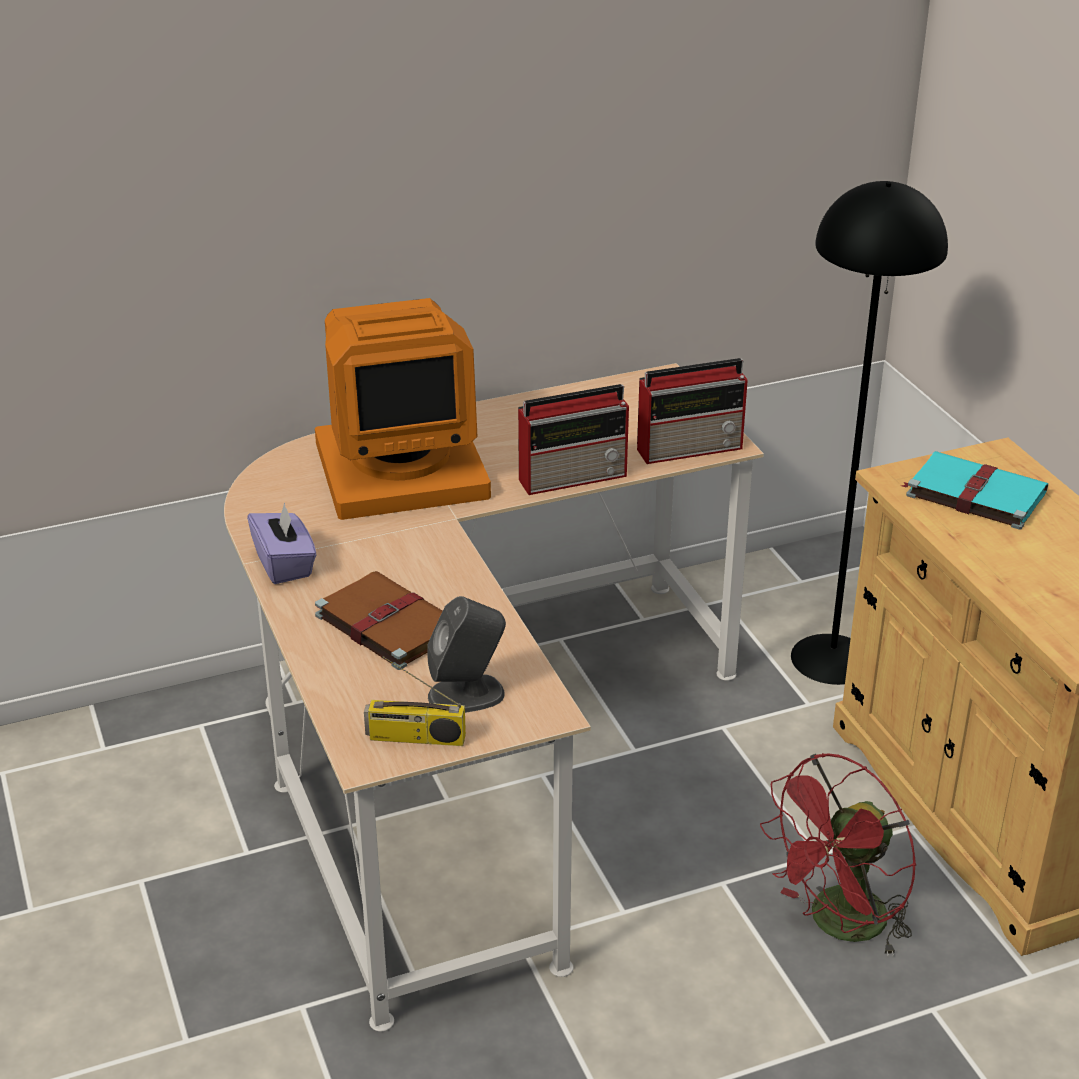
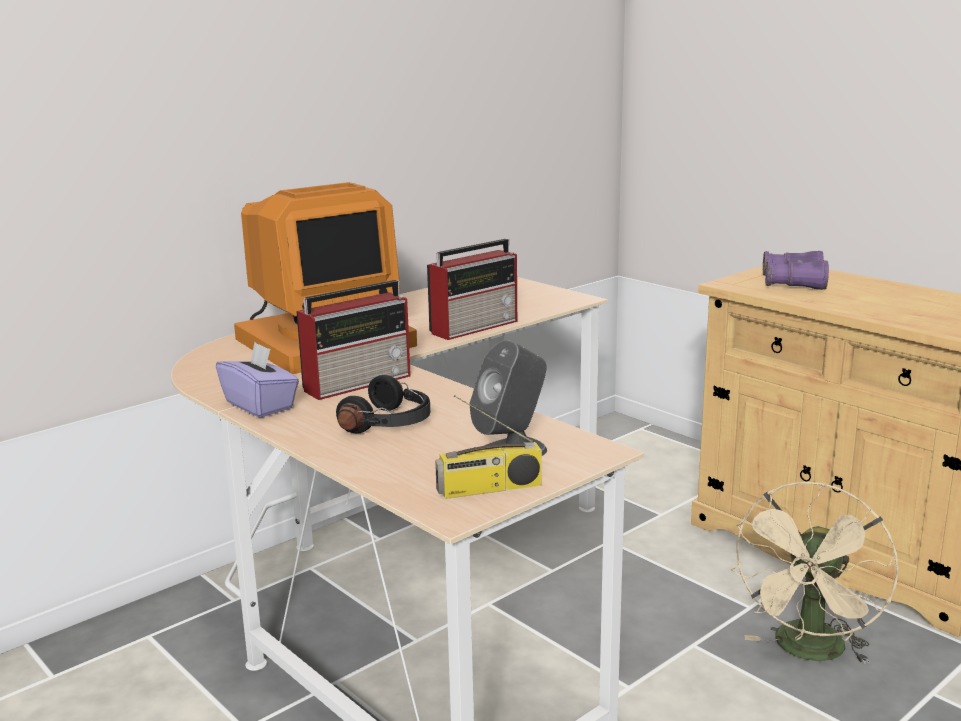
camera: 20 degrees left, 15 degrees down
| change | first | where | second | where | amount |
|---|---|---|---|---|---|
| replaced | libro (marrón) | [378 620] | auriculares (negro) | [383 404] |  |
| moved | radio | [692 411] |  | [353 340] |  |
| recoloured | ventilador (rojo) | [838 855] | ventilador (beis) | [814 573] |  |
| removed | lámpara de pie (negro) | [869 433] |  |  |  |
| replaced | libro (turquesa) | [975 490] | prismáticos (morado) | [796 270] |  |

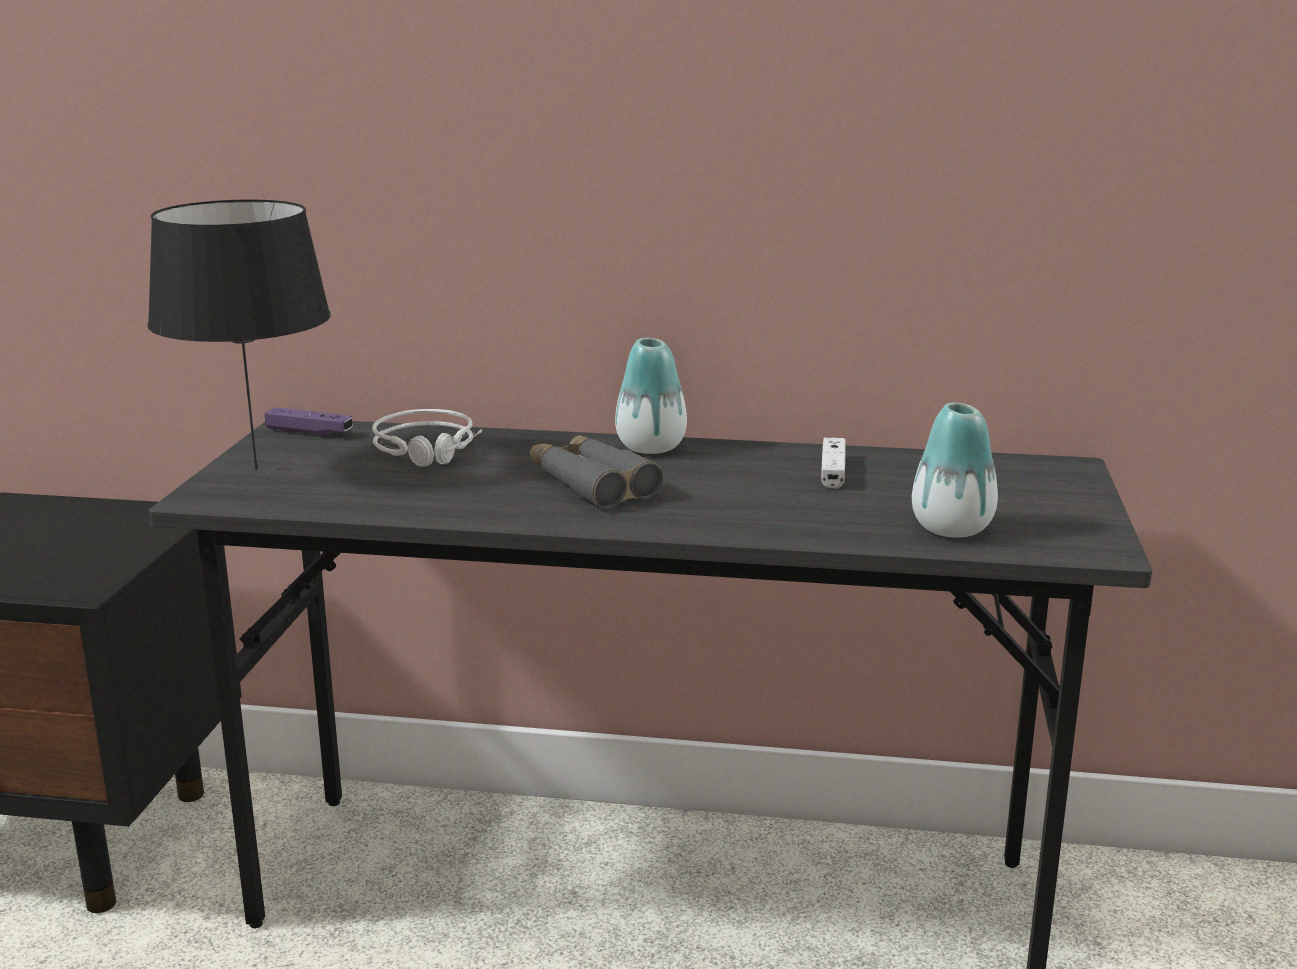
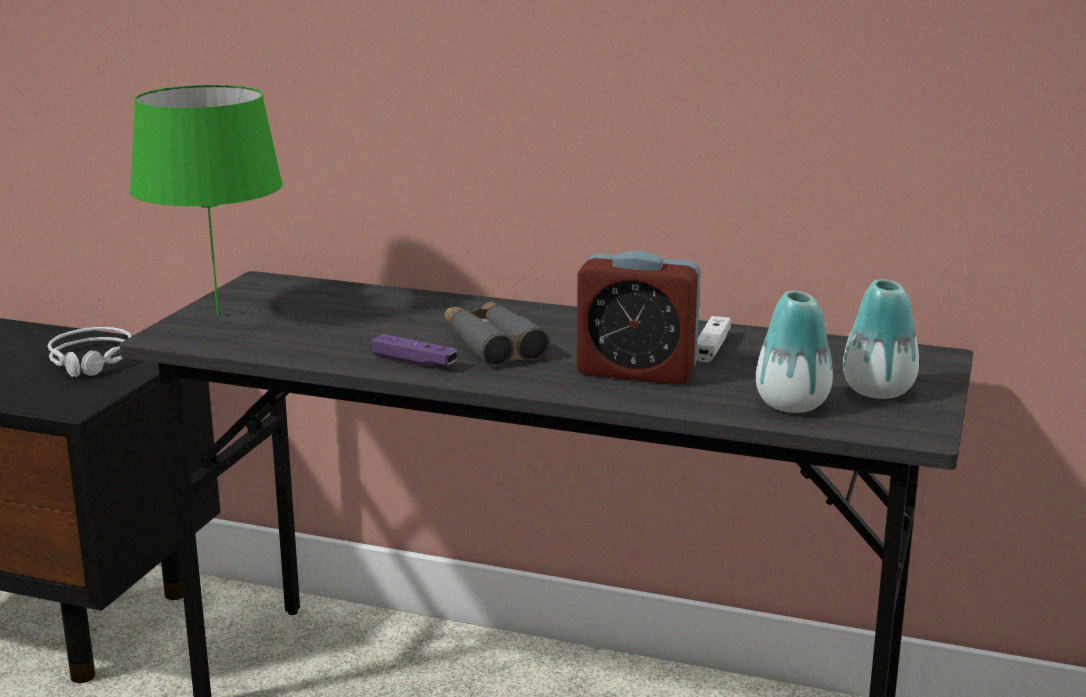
camera: 10 degrees right, 0 degrees up
| change | first | where | second | where | amount |
|---|---|---|---|---|---|
| recoloured | lámpara de mesa (negro) | [239 335] | lámpara de mesa (verde) | [206 200] |  |
| moved | mando de consola (morado) | [309 421] |  | [414 350] |  |
| moved | auriculares (gris) | [427 438] |  | [90 352] |  |
| moved | florero | [651 396] |  | [881 339] |  |
| added |  |  | despertador | [639 318] |  |

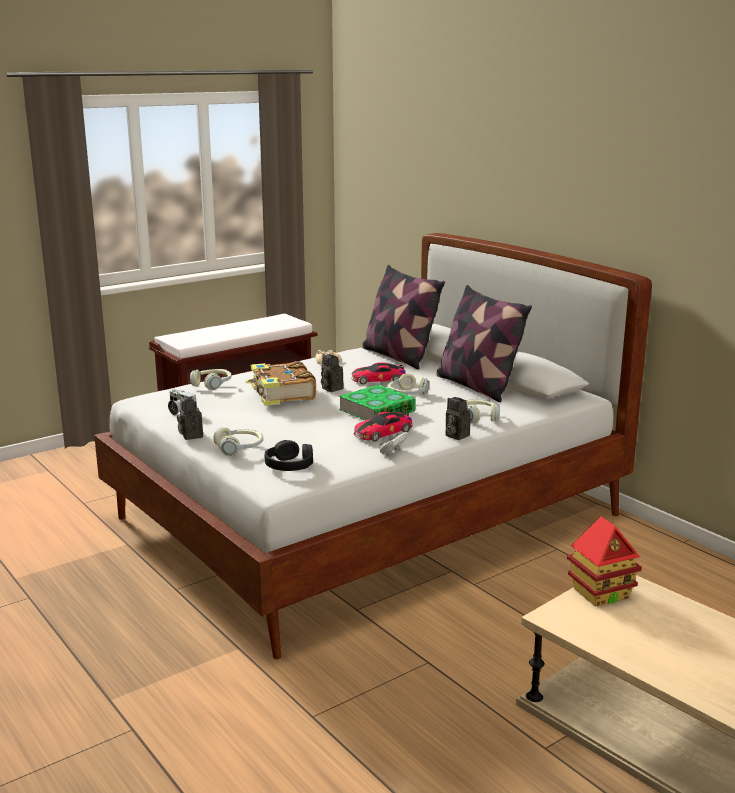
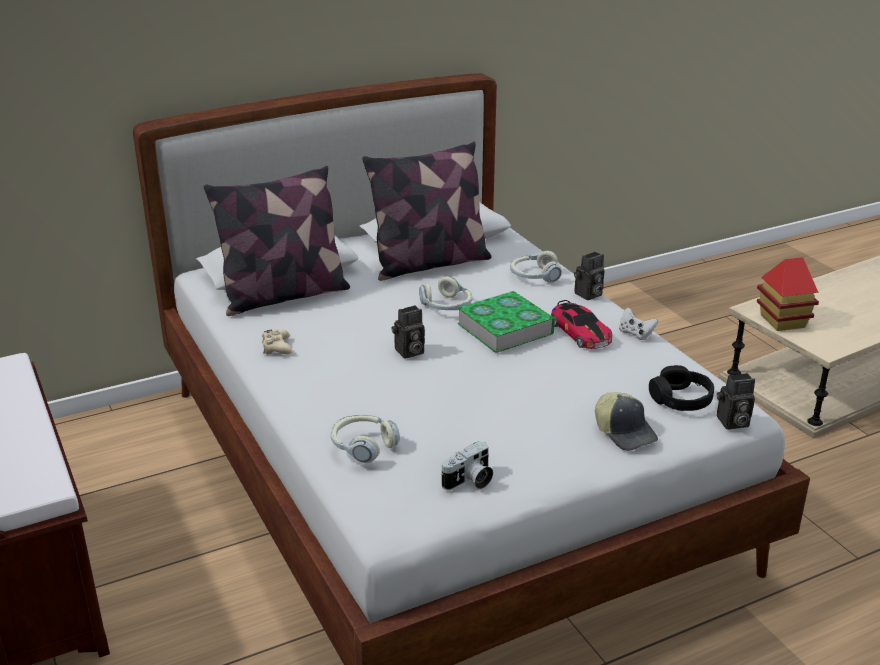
camera: 80 degrees left, 10 degrees up
| change | first | where | second | where | amount |
|---|---|---|---|---|---|
| moved | cámara | [190 418] |  | [736 401] |  |
| replaced | auriculares | [238 441] | gorra | [626 421] |  |
| removed | libro | [280 383] |  |  |  |
| removed | coche de juguete | [378 373] |  |  |  |

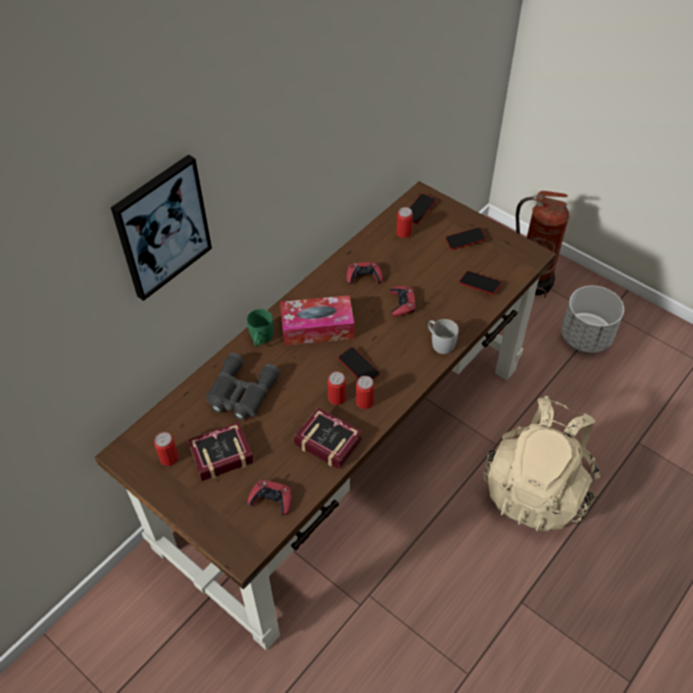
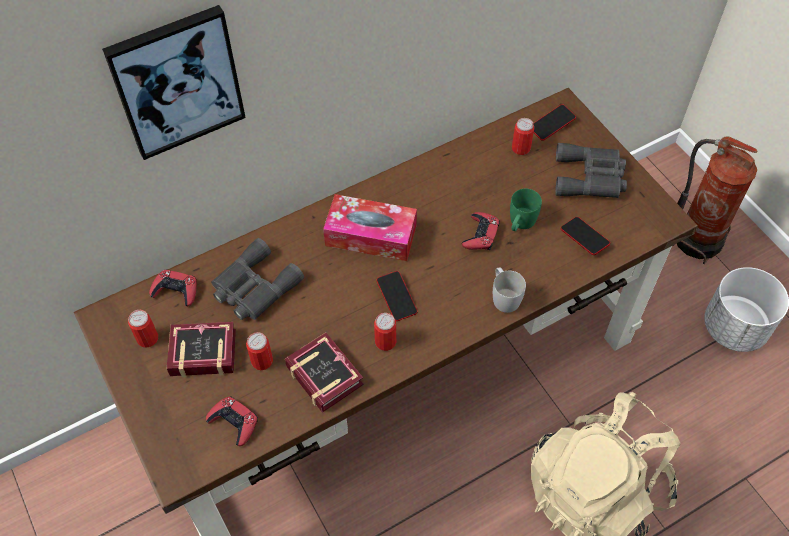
camera: 20 degrees right, 5 degrees up
| change | first | where | second | where | amount |
|---|---|---|---|---|---|
| moved | taza grande (verde) | [260 328] |  | [526 209] |  |
| moved | lata | [337 388] |  | [259 351] |  |
| moved | mando de consola (rojo) | [365 273] |  | [173 288] |  |
| replaced | móvil | [466 238] | prismáticos (gris) | [591 170] |  |

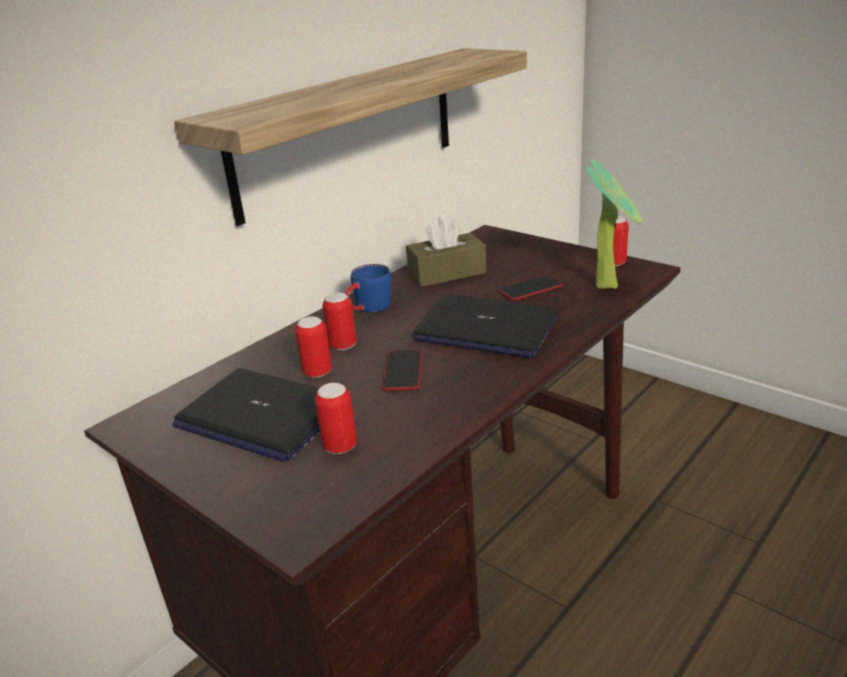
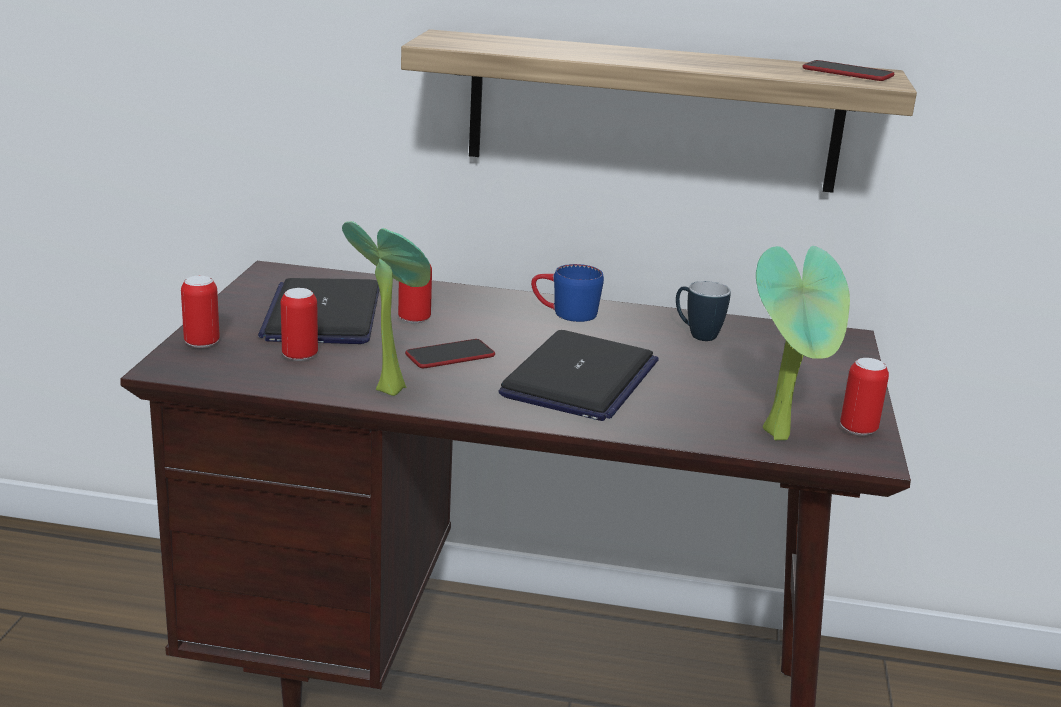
camera: 55 degrees right, 5 degrees down
| change | first | where | second | where | amount |
|---|---|---|---|---|---|
| moved | lata | [339 321] |  | [200 312] |  |
| replaced | caja de pañuelos (marrón) | [446 251] | taza grande | [703 311] |  |
| turned | portátil | [485 326] |  | [579 375] | 150 degrees counterclockwise |
| moved | móvil | [530 288] |  | [848 70] |  |
| added |  |  | planta en maceta | [386 308] |  |

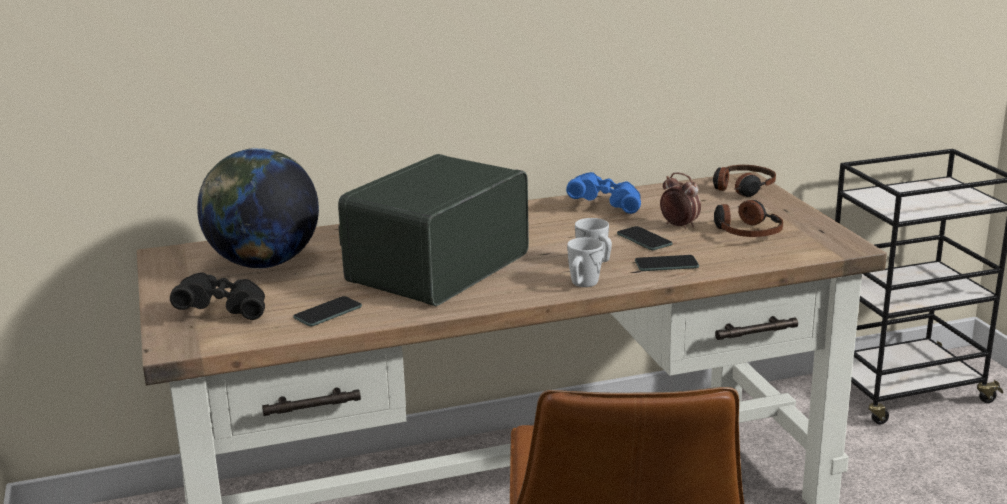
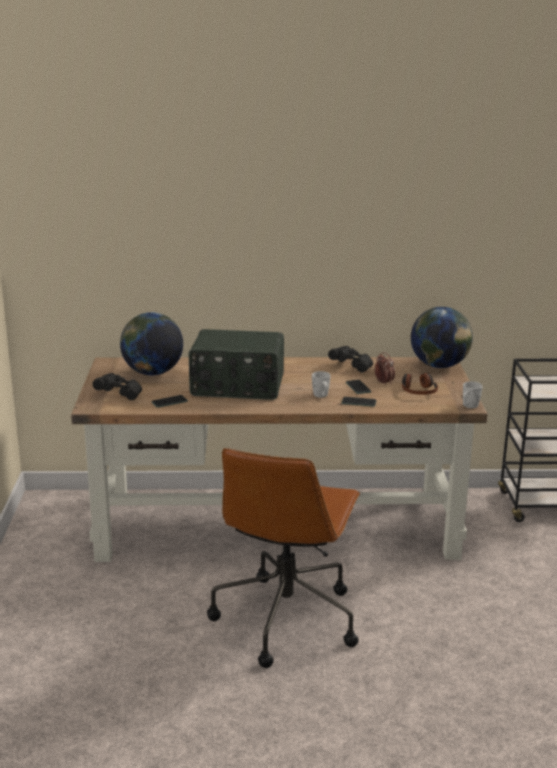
camera: 15 degrees right, 0 degrees up
| change | first | where | second | where | amount |
|---|---|---|---|---|---|
| turned | radio | [433 230] |  | [236 364] | 135 degrees counterclockwise |
| recoloured | prismáticos (azul) | [603 193] | prismáticos (negro) | [350 359] |  |
| moved | taza grande (blanco) | [585 262] |  | [473 394] |  |
| replaced | auriculares | [744 181] | globo terráqueo | [442 337] |  |

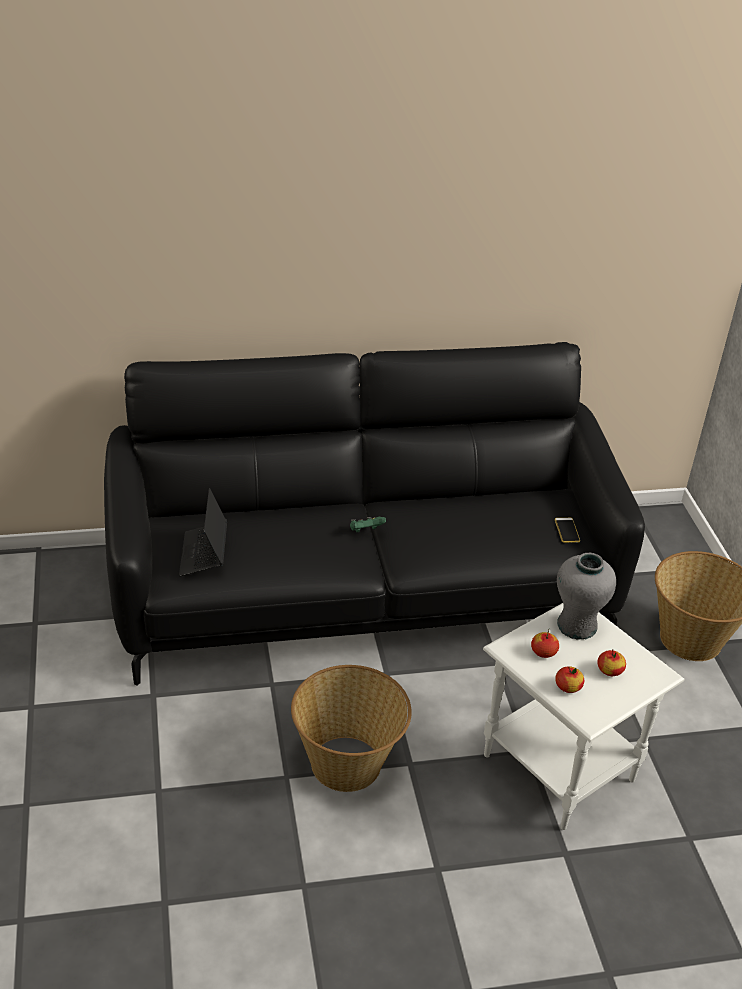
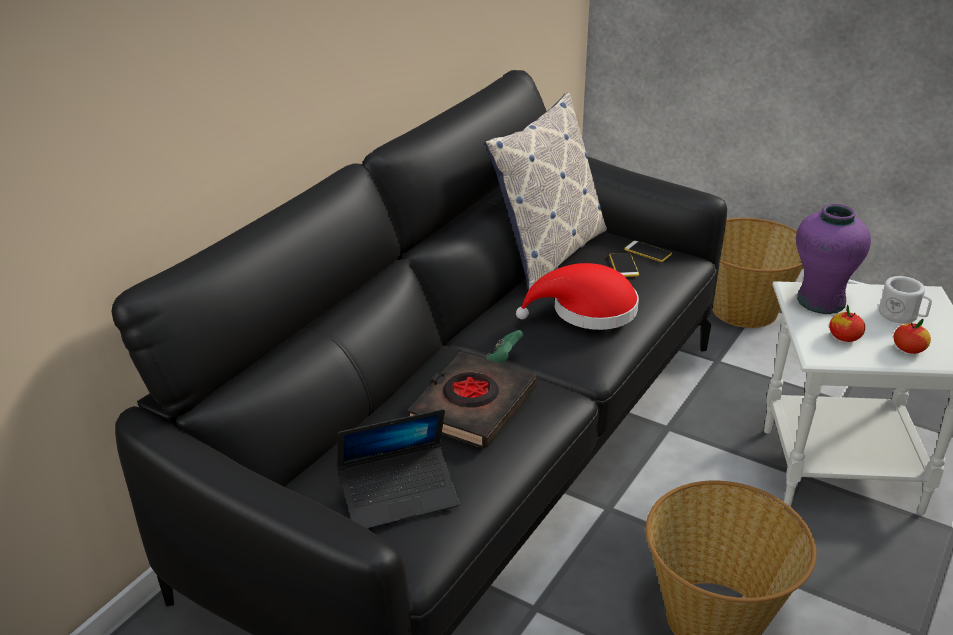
camera: 45 degrees left, 5 degrees down
| change | first | where | second | where | amount |
|---|---|---|---|---|---|
| turned | portátil | [203 532] |  | [398 469] | 60 degrees counterclockwise |
| recoloured | florero (gris) | [586 596] | florero (morado) | [833 259] |  |
| replaced | manzana | [612 662] | taza grande (blanco) | [905 299] |  |
| added |  |  | libro (negro) | [472 400] |  |
| added |  |  | cojín | [546 191] |  |
| added |  |  | sombrero (rojo) | [577 296] |  |
| added |  |  | móvil | [624 265] |  |

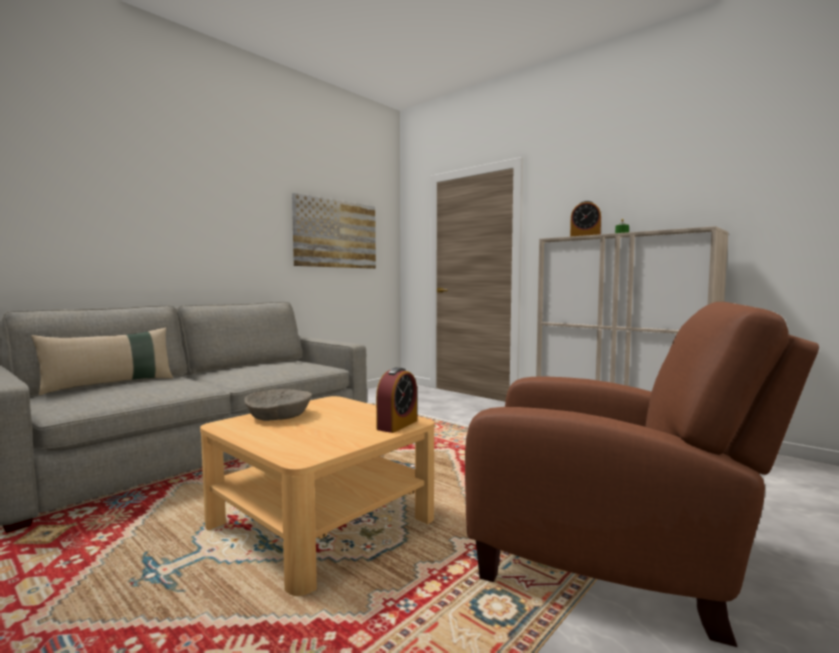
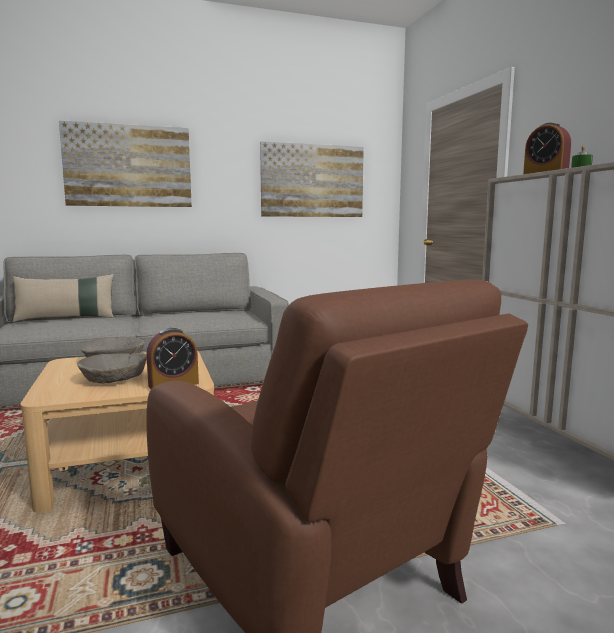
camera: 30 degrees right, 5 degrees up
| change | first | where | second | where | amount |
|---|---|---|---|---|---|
| added |  |  | cuadro | [125 164] |  |
| added |  |  | cuenco (beis) | [112 368] |  |

